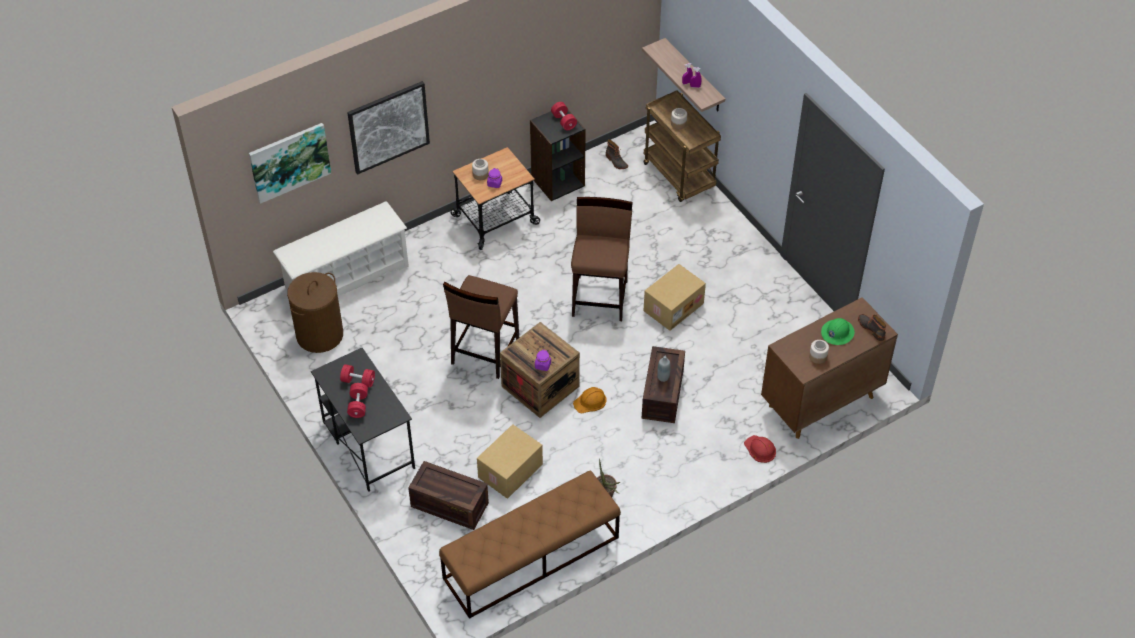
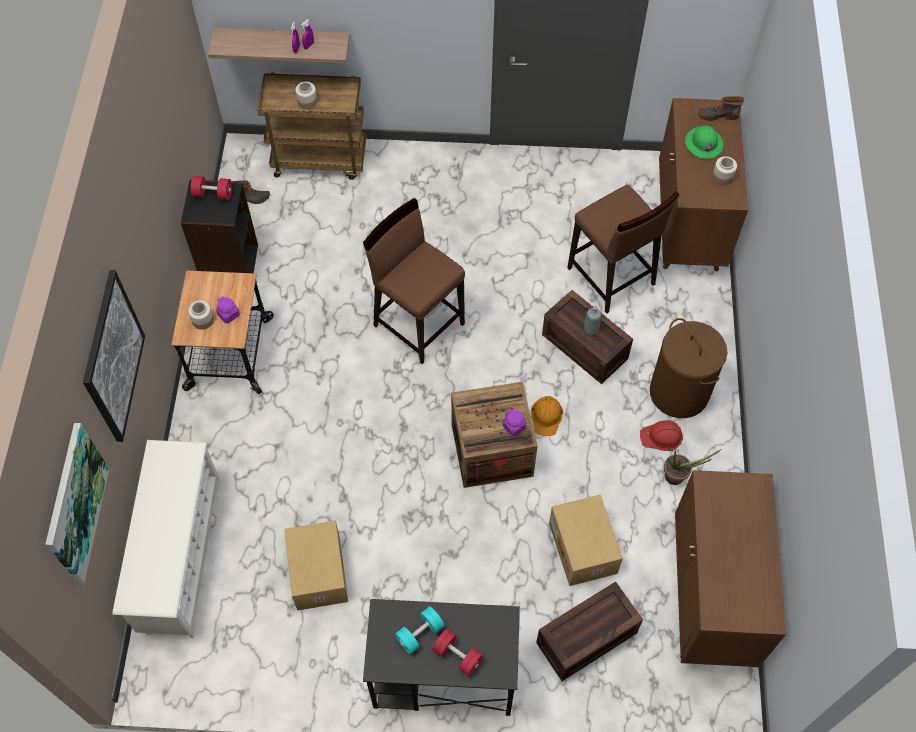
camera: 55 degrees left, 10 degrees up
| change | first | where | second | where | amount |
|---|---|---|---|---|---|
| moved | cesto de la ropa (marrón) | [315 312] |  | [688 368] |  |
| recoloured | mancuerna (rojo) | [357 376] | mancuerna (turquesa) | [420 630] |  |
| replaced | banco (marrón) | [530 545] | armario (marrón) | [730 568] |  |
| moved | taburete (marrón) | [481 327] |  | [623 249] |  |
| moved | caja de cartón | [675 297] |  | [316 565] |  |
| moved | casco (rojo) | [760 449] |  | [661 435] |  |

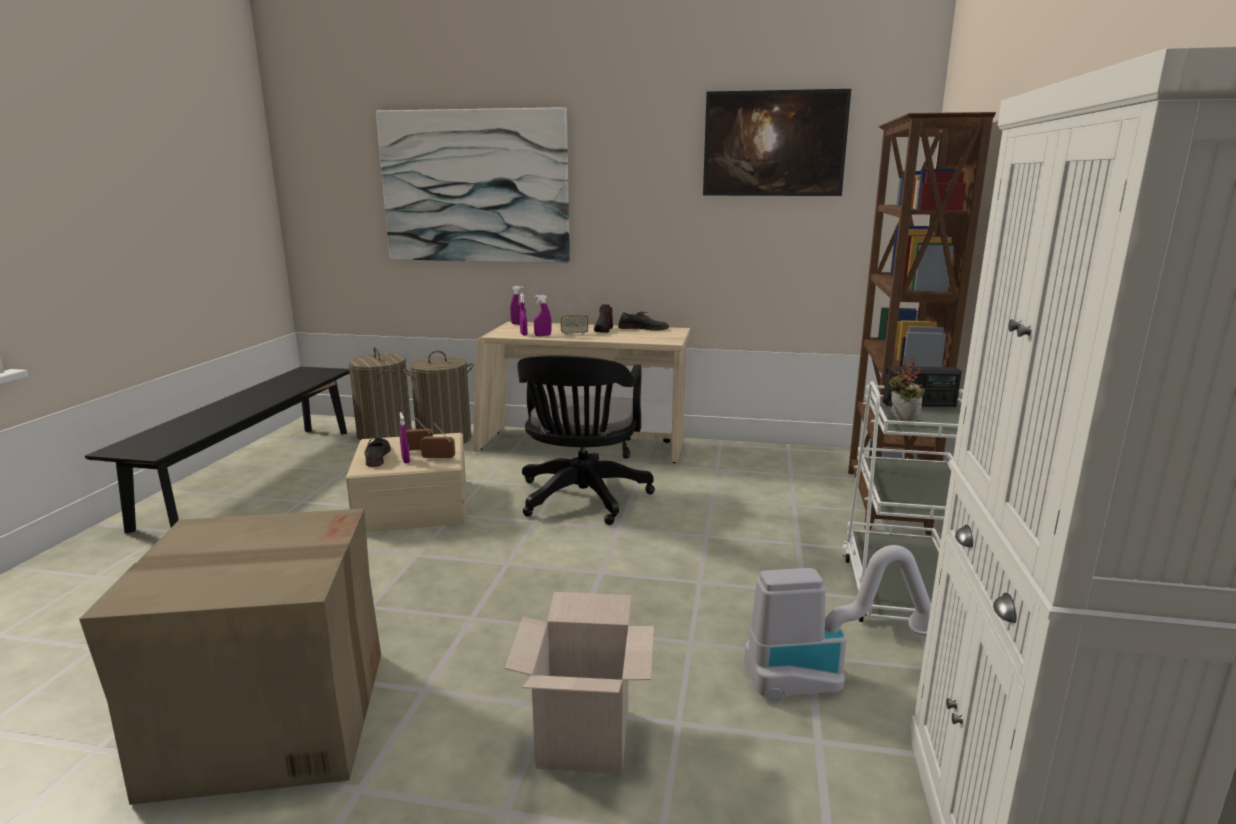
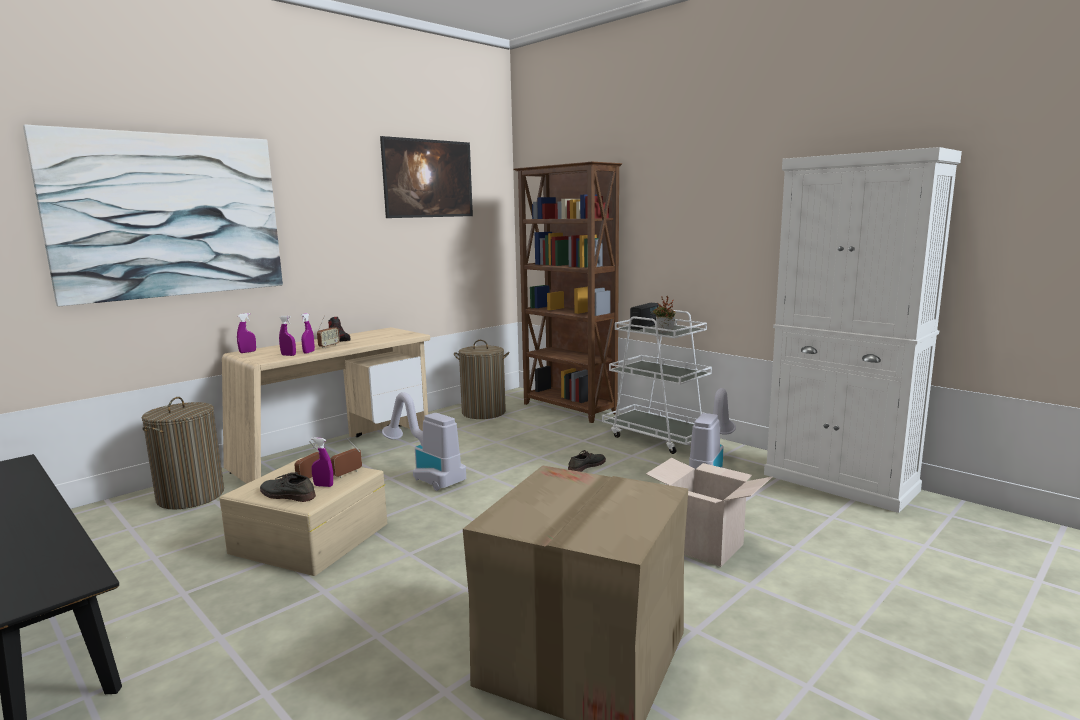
camera: 55 degrees left, 5 degrees down
| change | first | where | second | where | amount |
|---|---|---|---|---|---|
| moved | cesto de la ropa | [380 393] |  | [482 379] |  |
| replaced | silla de oficina (negro) | [586 440] | aspiradora | [424 441] |  |
| moved | zapato (gris) | [643 321] |  | [587 461] |  |

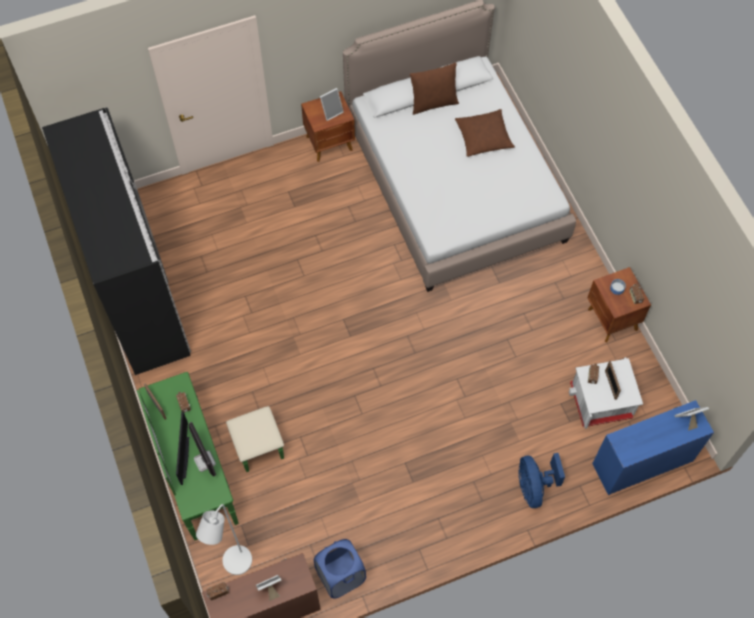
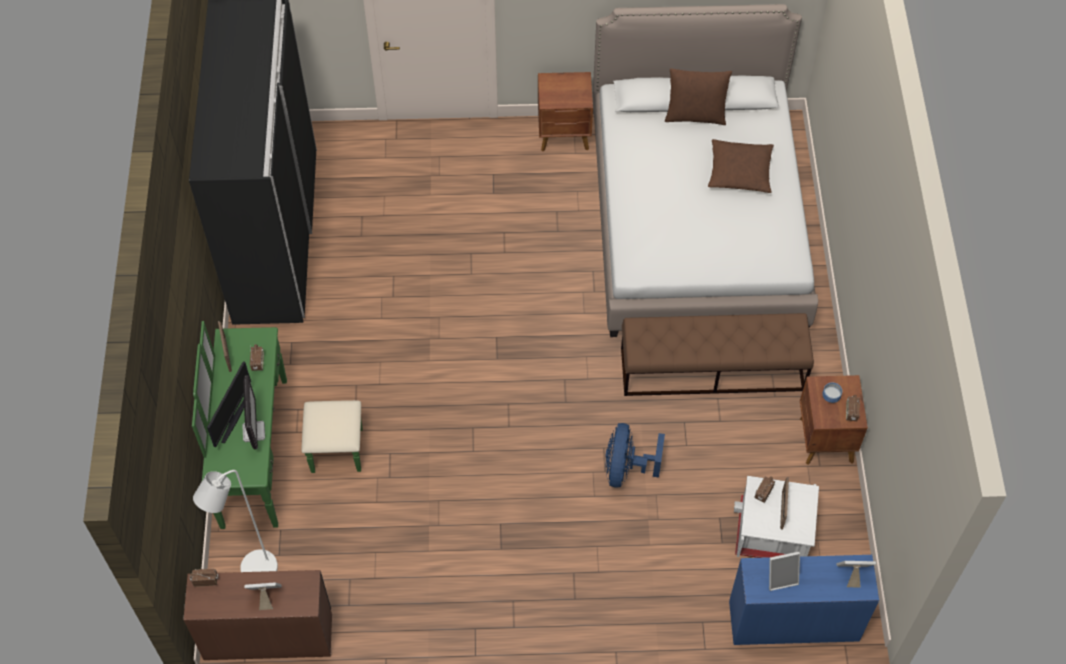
camera: 20 degrees right, 5 degrees down
| change | first | where | second | where | amount |
|---|---|---|---|---|---|
| removed | cesto de la ropa (azul) | [340 569] |  |  |  |
| moved | portarretratos | [332 104] |  | [784 571] |  |
| moved | ventilador (azul) | [541 480] |  | [635 455] |  |
| added |  |  | banco (marrón) | [717 354] |  |

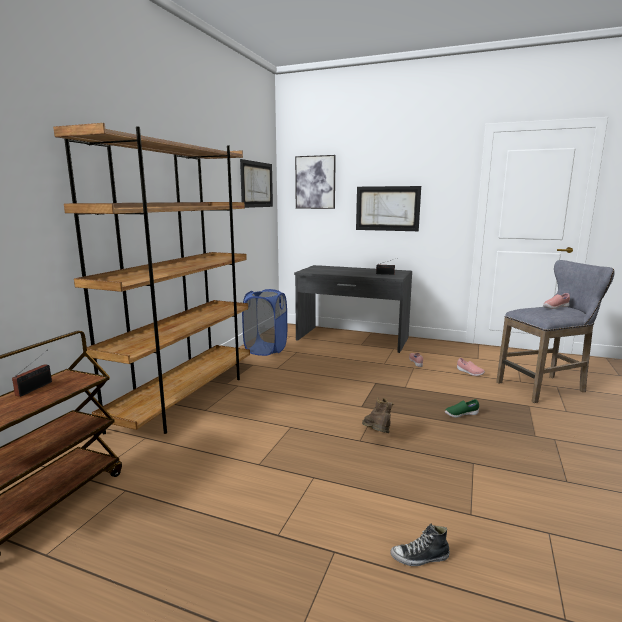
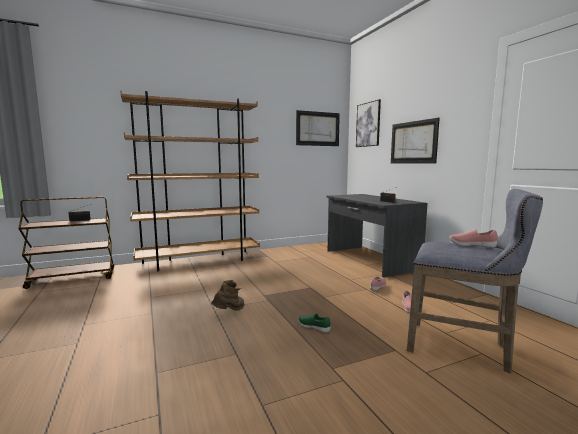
camera: 45 degrees right, 5 degrees down
| change | first | where | second | where | amount |
|---|---|---|---|---|---|
| removed | cesto de la ropa (azul) | [264 322] |  |  |  |
| removed | zapato | [420 545] |  |  |  |

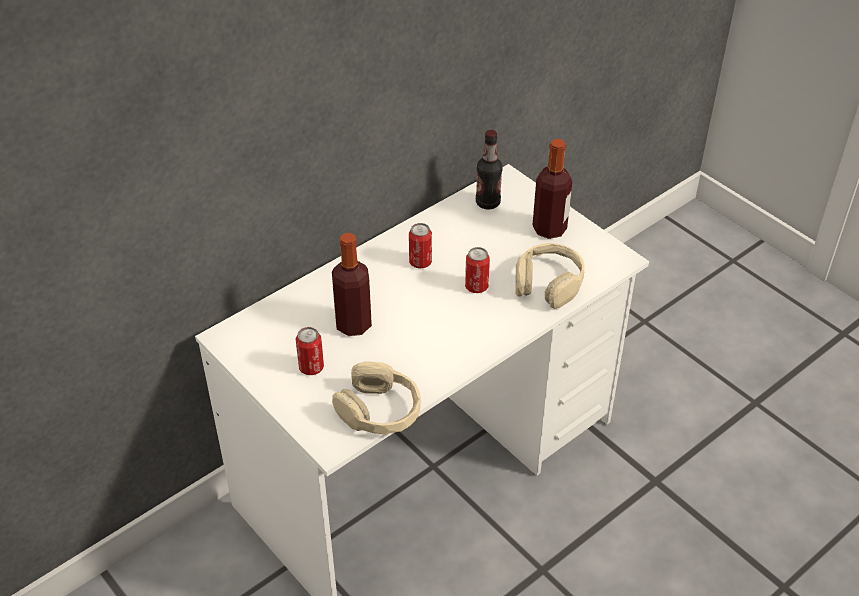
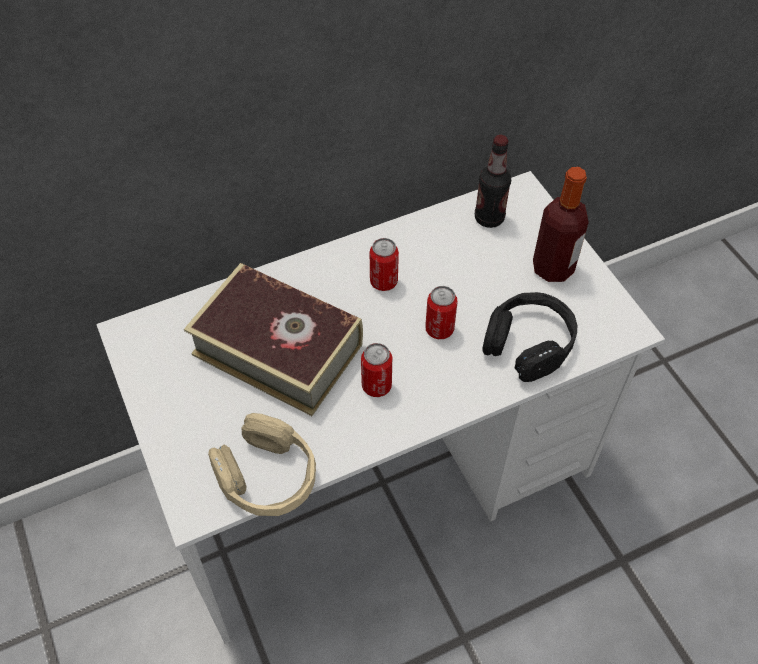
camera: 15 degrees right, 10 degrees up
| change | first | where | second | where | amount |
|---|---|---|---|---|---|
| moved | lata | [310 351] |  | [376 370] |  |
| replaced | botella | [352 284] | libro | [273 339] |  |
| recoloured | auriculares (beis) | [550 276] | auriculares (negro) | [529 337] |  |

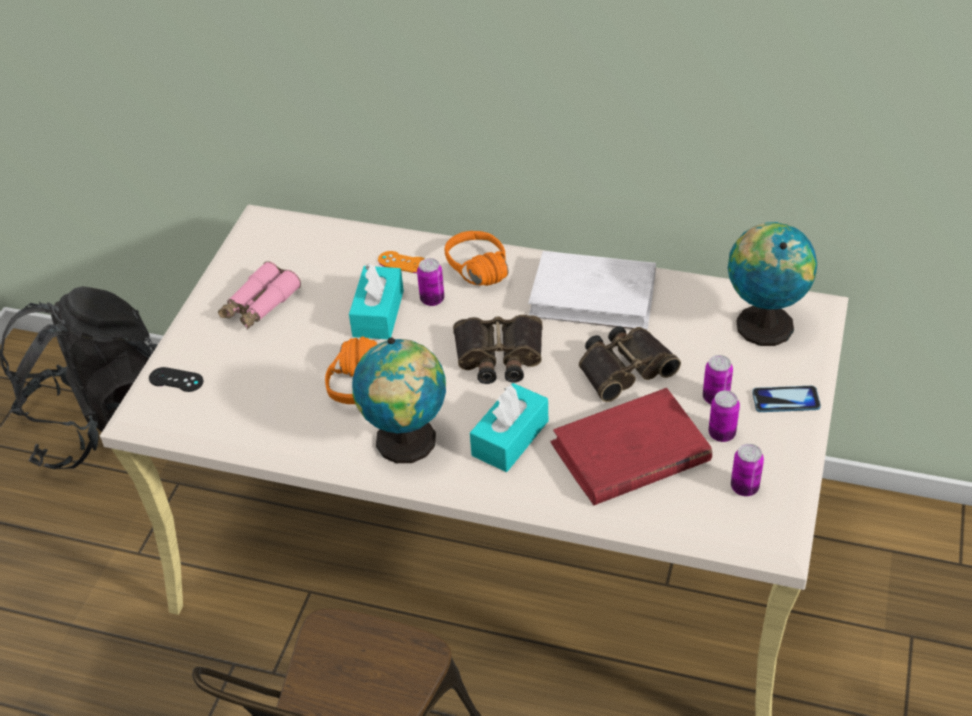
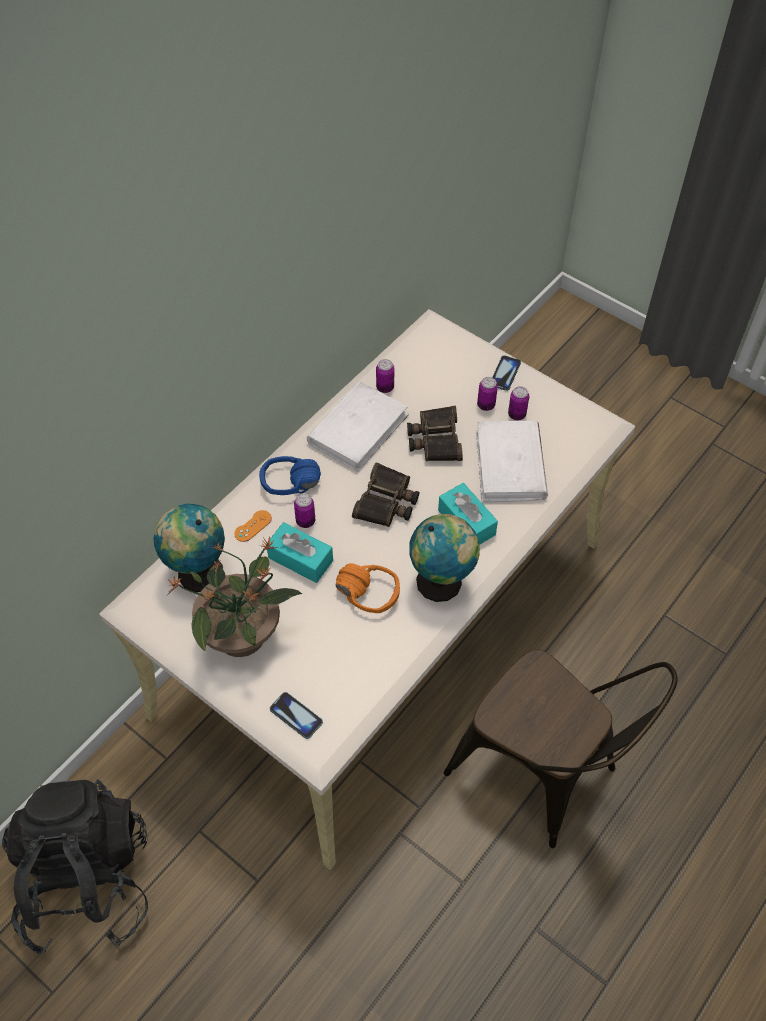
camera: 70 degrees left, 10 degrees up
| change | first | where | second | where | amount |
|---|---|---|---|---|---|
| replaced | mando de consola (negro) | [176 379] | móvil | [296 715] |  |
| replaced | prismáticos (rosa) | [259 295] | planta en maceta | [234 596] |  |
| recoloured | auriculares (naranja) | [476 258] | auriculares (azul) | [290 475] |  |
| recoloured | libro (rojo) | [631 446] | libro (blanco) | [512 461] |  |
| moved | globo terráqueo | [772 284] |  | [189 548] |  |
| moved | lata | [747 470] |  | [385 376] |  |

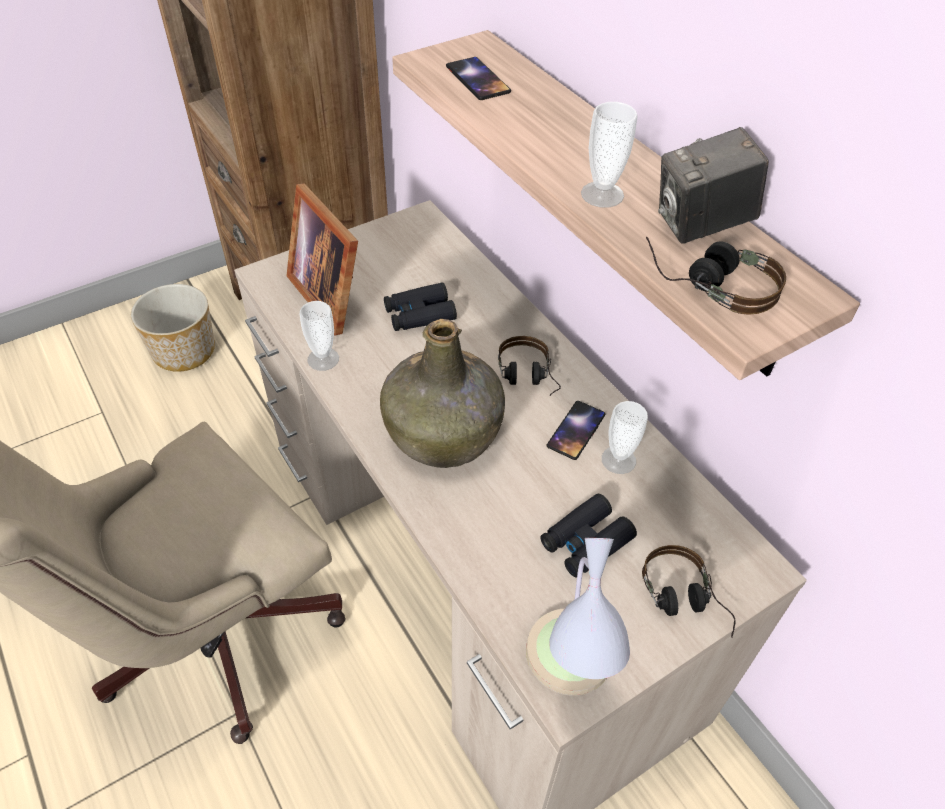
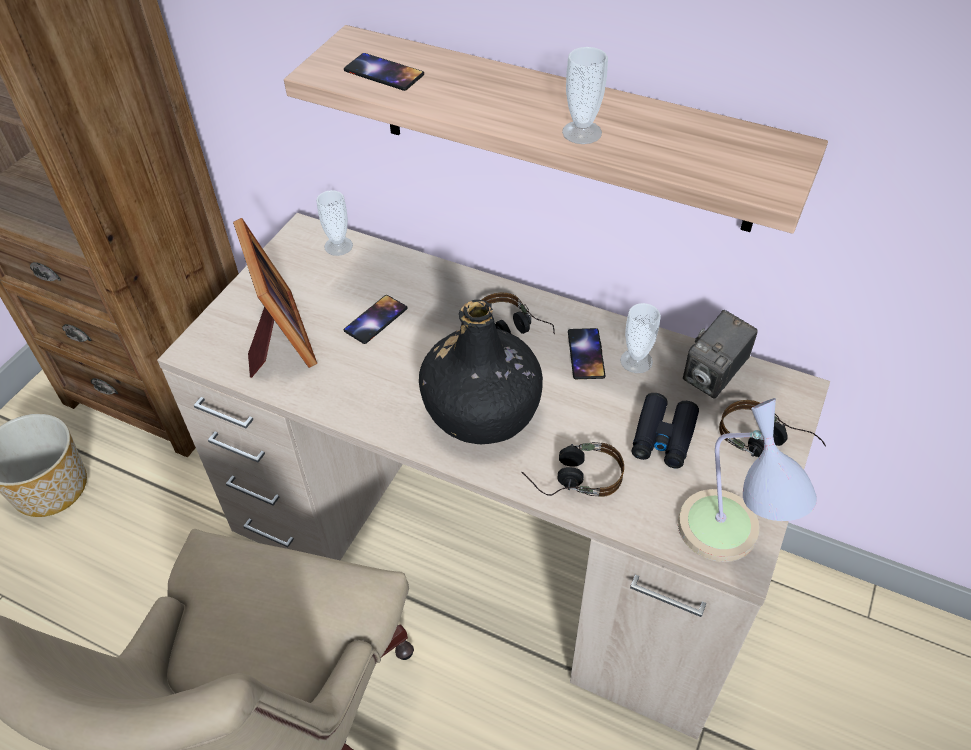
camera: 30 degrees left, 0 degrees up
| change | first | where | second | where | amount |
|---|---|---|---|---|---|
| turned | portarretratos | [322 259] |  | [275 298] | 135 degrees counterclockwise |
| moved | taza | [319 336] |  | [334 223] |  |
| recoloured | botella (verde) | [442 393] | botella (negro) | [481 372] |  |
| replaced | prismáticos (negro) | [420 306] | móvil | [375 319] |  |
| moved | auriculares | [716 276] |  | [572 469] |  |
| moved | cámara | [713 185] |  | [720 354] |  |

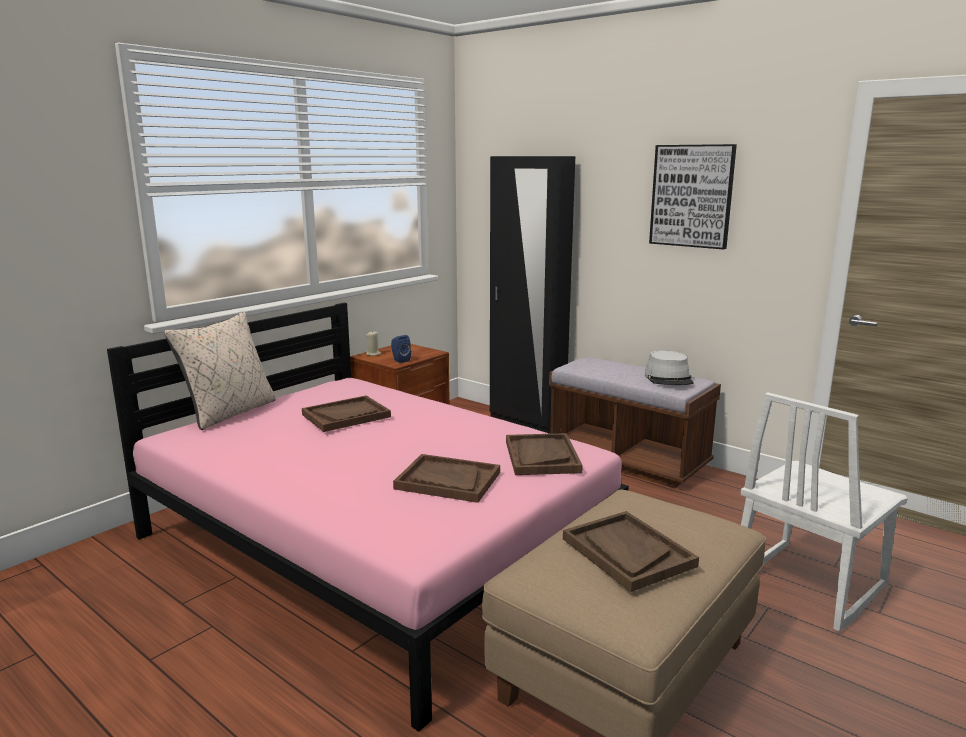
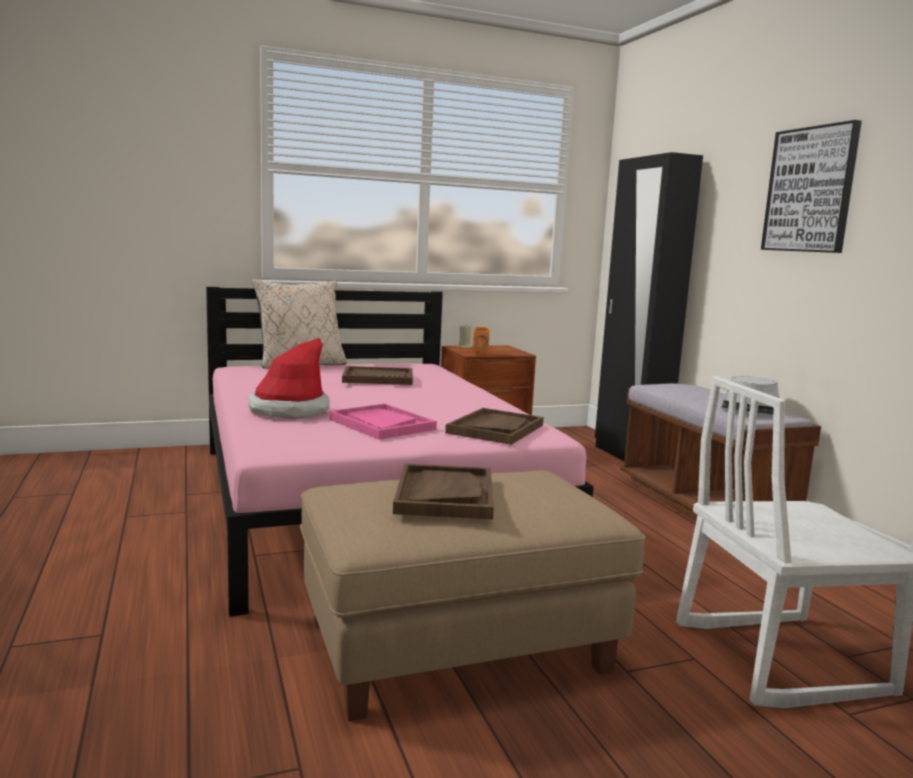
camera: 30 degrees right, 5 degrees down
| change | first | where | second | where | amount |
|---|---|---|---|---|---|
| recoloured | altavoz (azul) | [401 349] | altavoz (naranja) | [481 341] |  |
| recoloured | bandeja (marrón) | [446 478] | bandeja (rosa) | [383 422] |  |
| added |  |  | sombrero | [289 378] |  |

